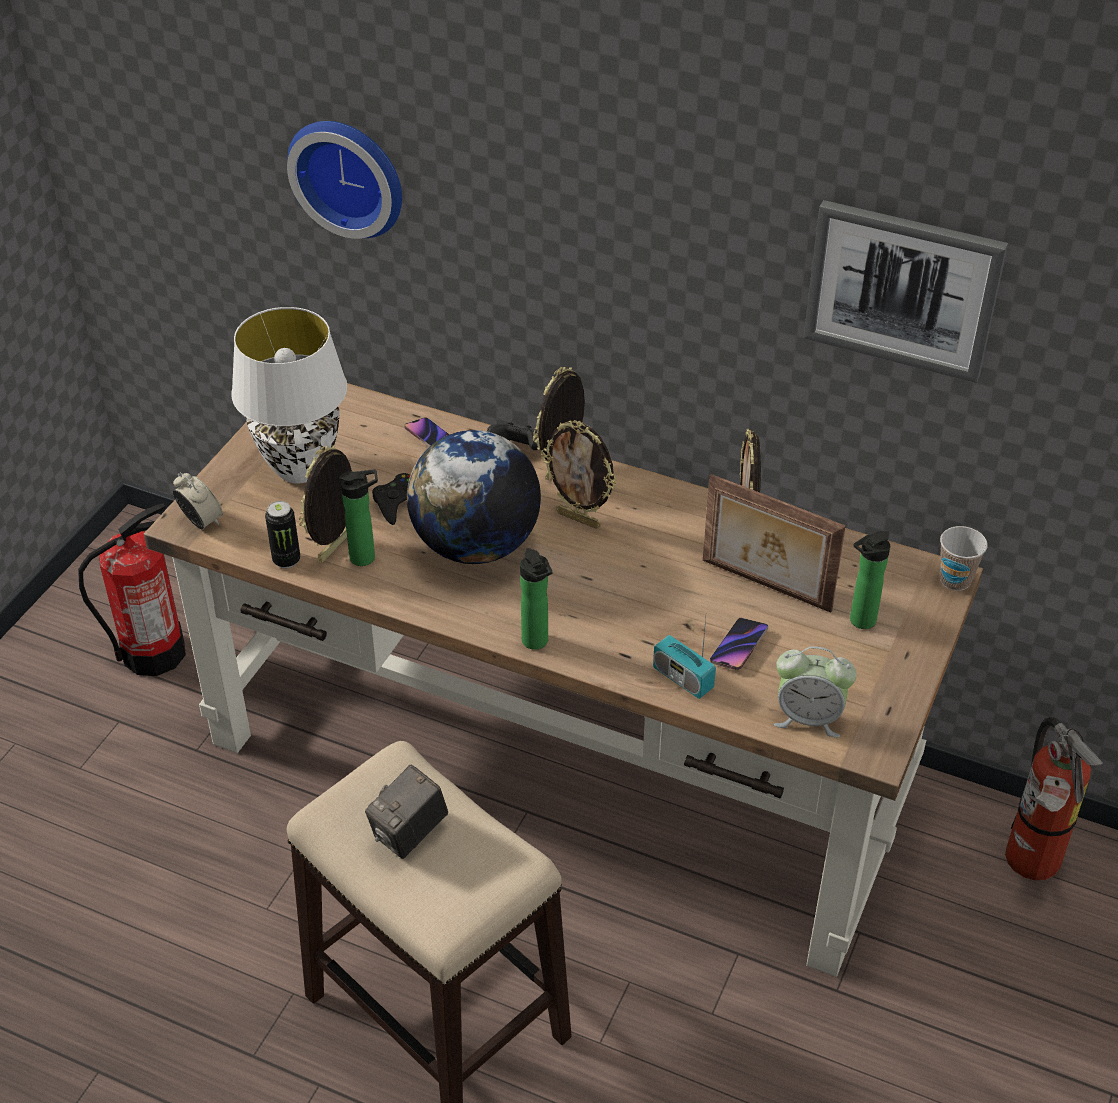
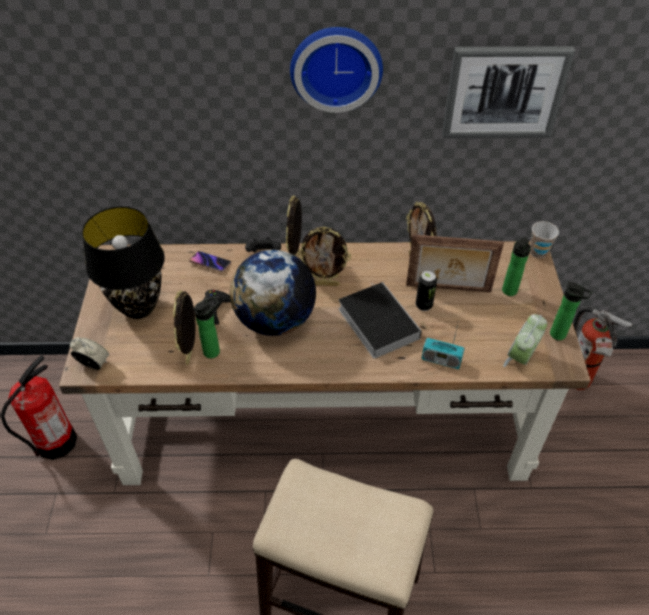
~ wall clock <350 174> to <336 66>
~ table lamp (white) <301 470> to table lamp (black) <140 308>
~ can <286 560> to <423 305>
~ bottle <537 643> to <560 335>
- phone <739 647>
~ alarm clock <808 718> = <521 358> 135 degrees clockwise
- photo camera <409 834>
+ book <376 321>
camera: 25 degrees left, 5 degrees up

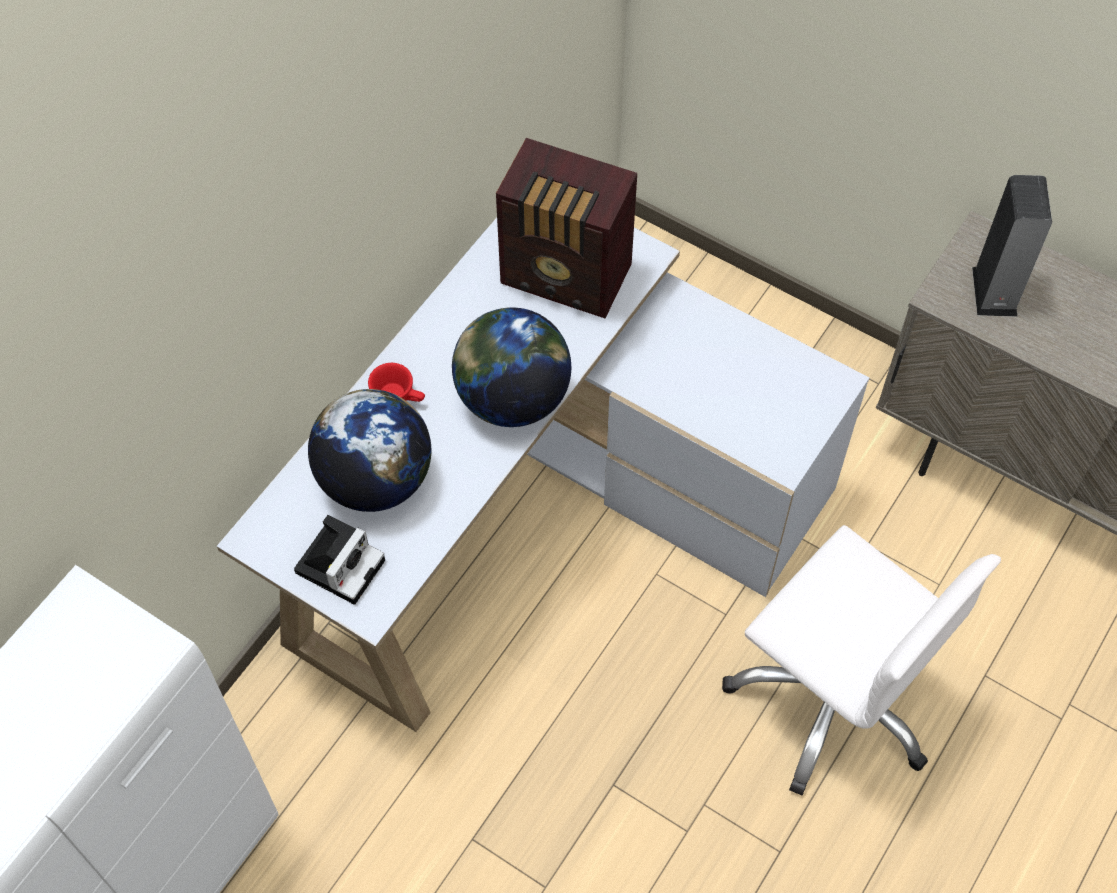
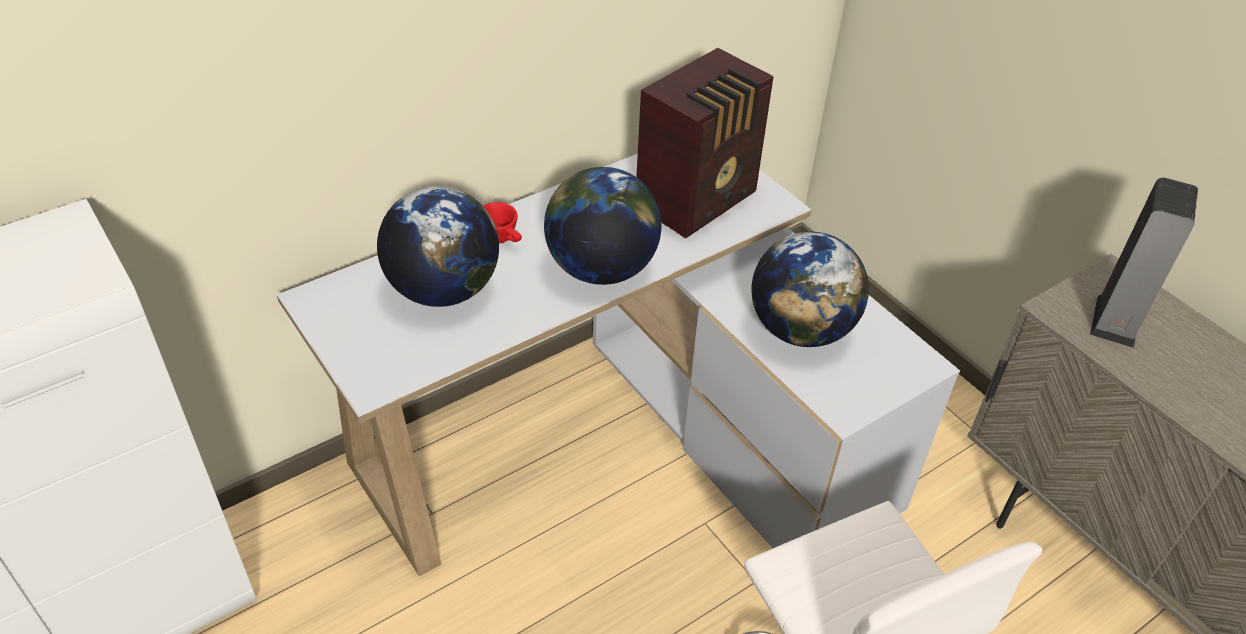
~ radio <567 277> = <699 199> 90 degrees counterclockwise
- photo camera <341 563>
+ globe <801 329>
camera: 20 degrees right, 15 degrees down

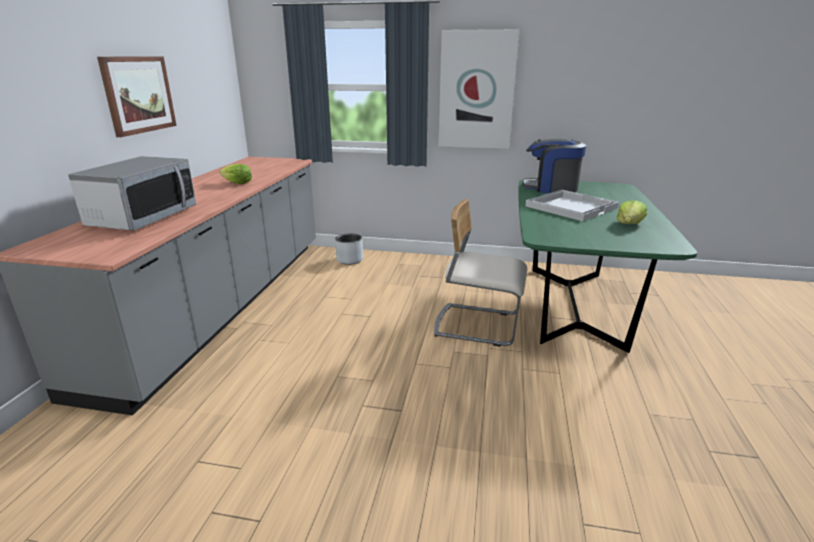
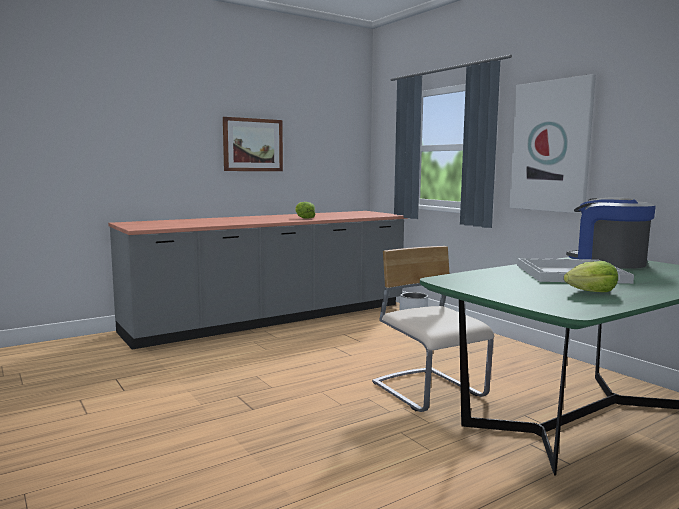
- microwave <143 217>
camera: 45 degrees right, 15 degrees down

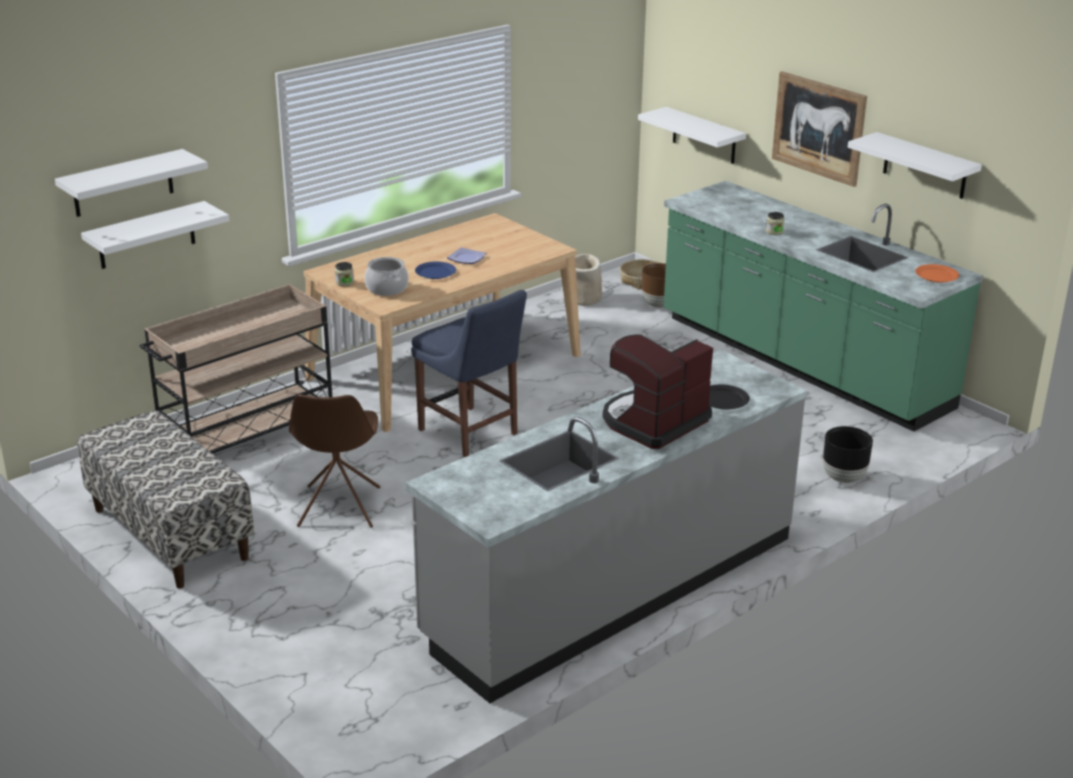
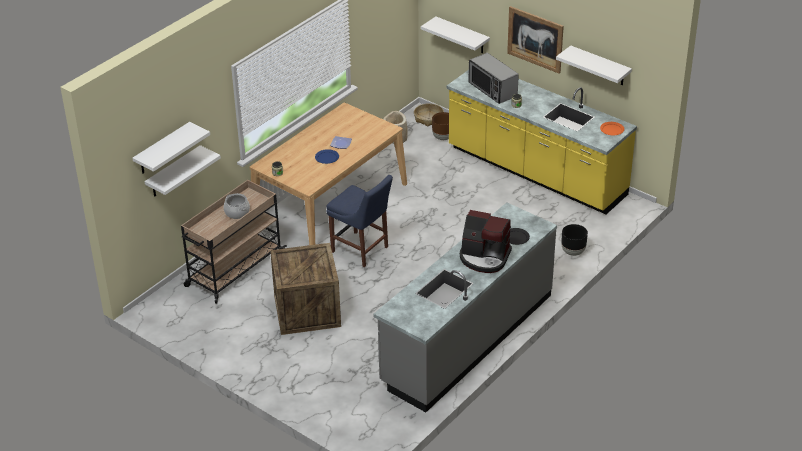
~ counter (green) <801 363> to counter (yellow) <535 172>
~ cooking pot <386 288> to <237 212>
~ coffee machine <653 422> = <484 257> 105 degrees counterclockwise
~ chair (brown) <339 508> to crate <307 311>
- bench <169 534>
+ microwave <492 89>
camera: 10 degrees left, 10 degrees up

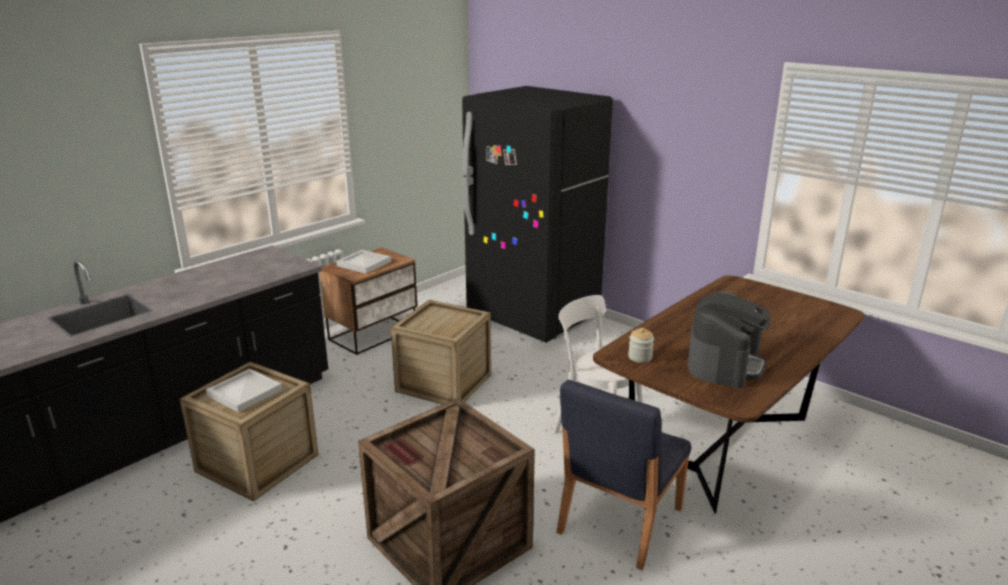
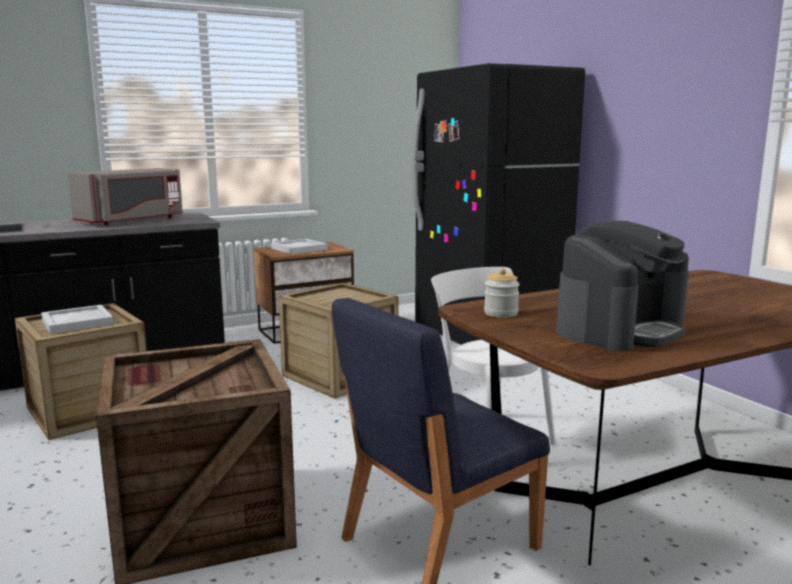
+ microwave (grey) <132 220>
camera: 20 degrees right, 10 degrees down

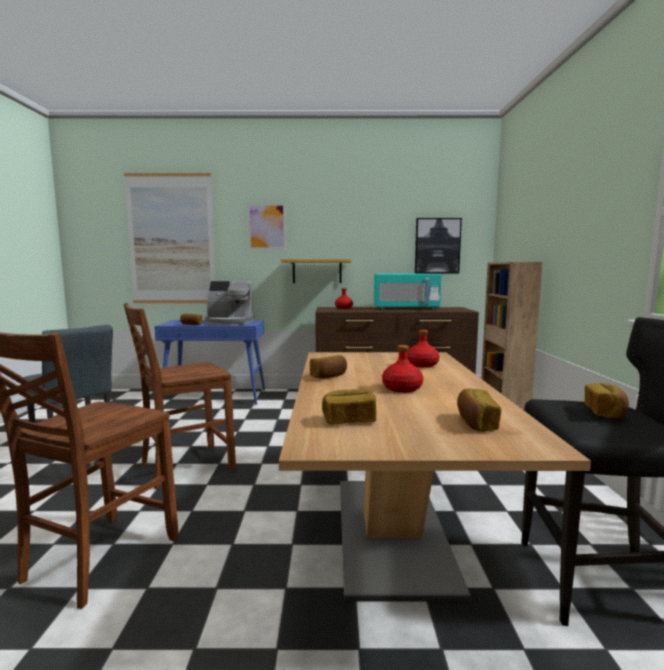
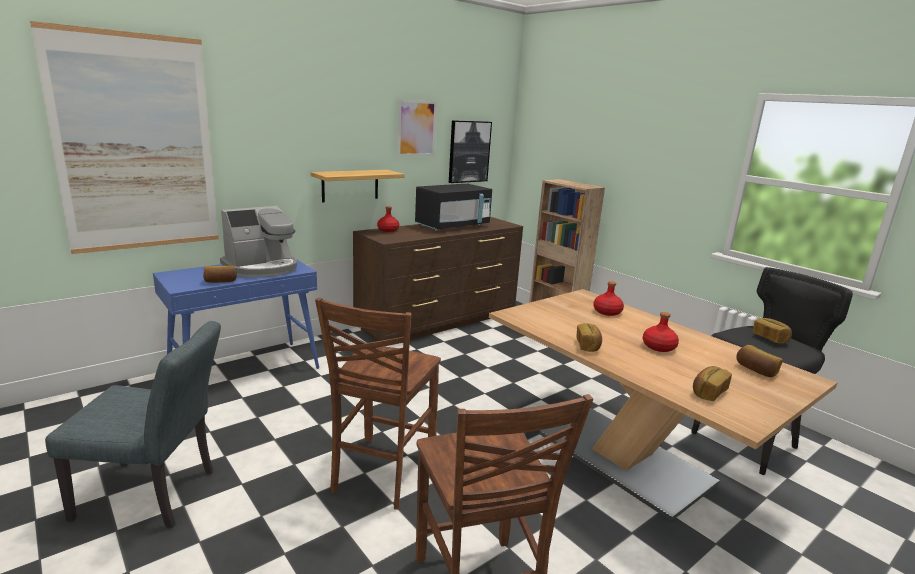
~ picture <266 226> to <416 128>
~ microwave (turquoise) <406 309> to microwave (black) <453 226>
camera: 40 degrees left, 10 degrees up

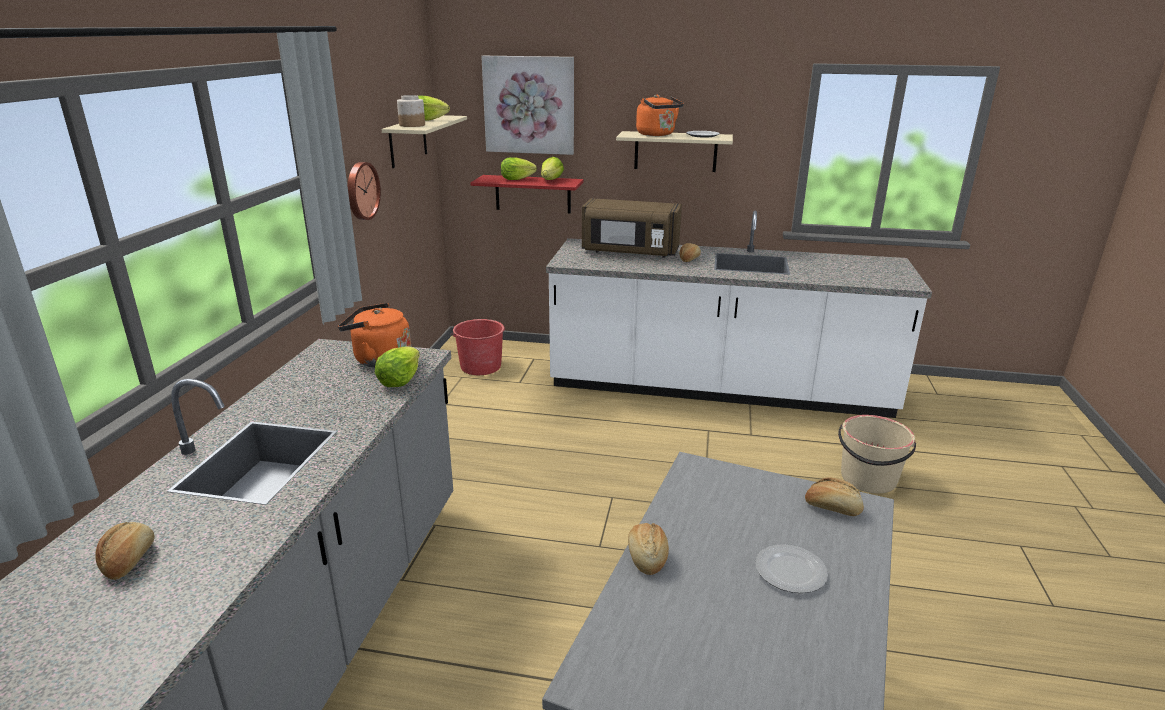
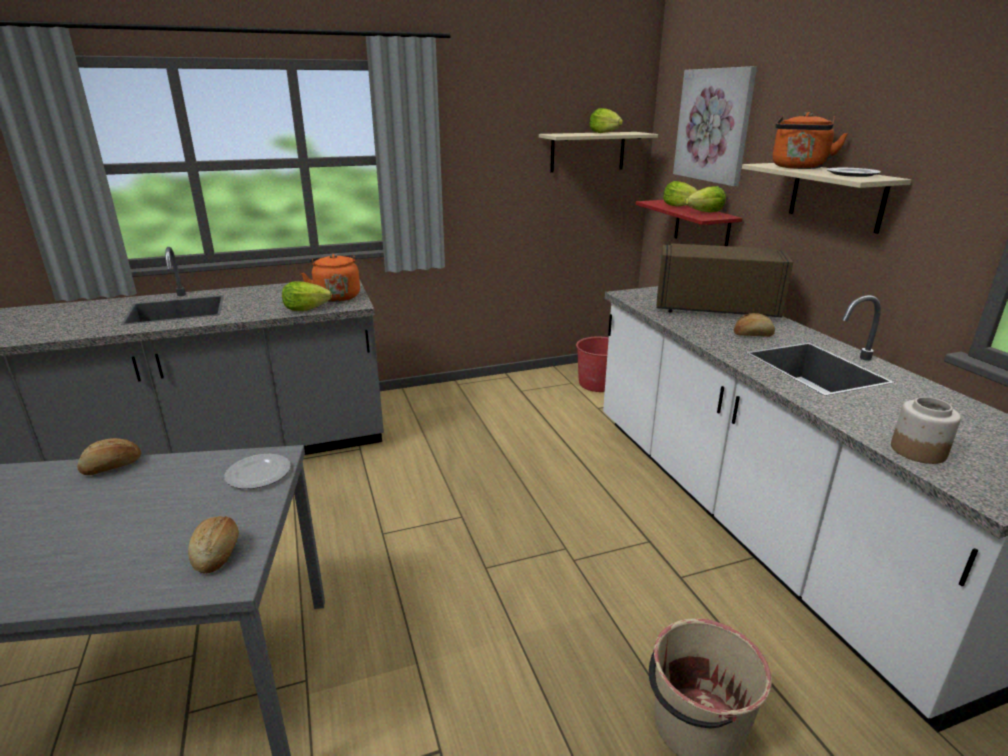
~ jar <412 125> to <917 451>
- wall clock <361 191>
~ microwave (brown) <629 252> = <715 308> 120 degrees clockwise
- bread <128 560>
~ plate <789 571> to <258 474>
camera: 60 degrees right, 0 degrees up

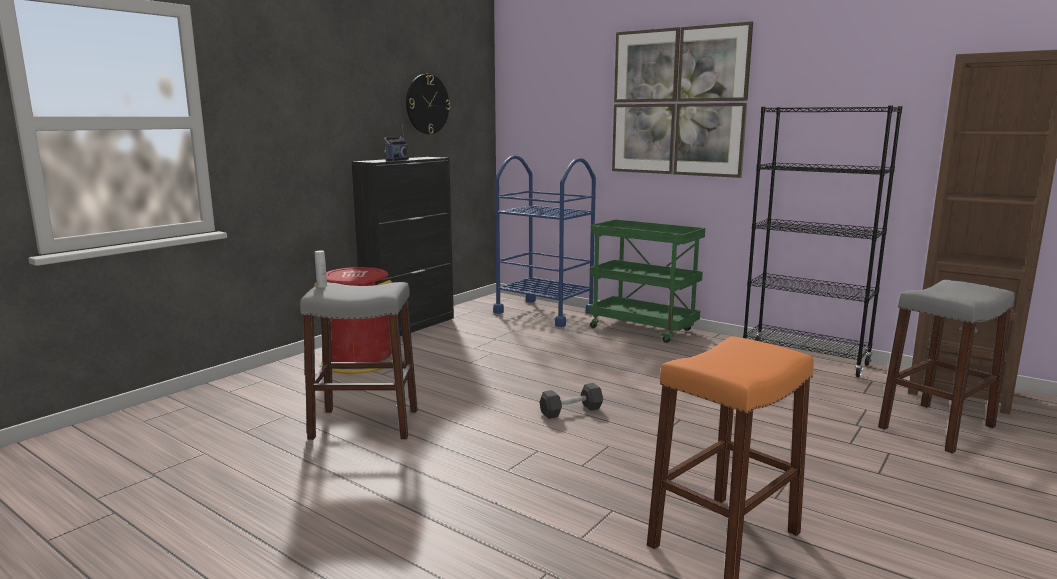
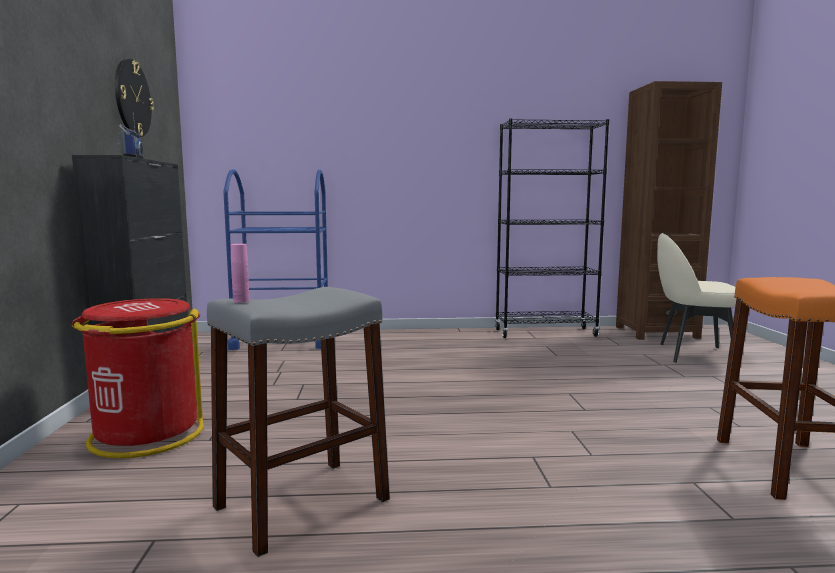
- picture <677 102>
- cart (green) <644 329>
~ bottle (white) <322 286> to bottle (pink) <241 301>
~ stool (grey) <936 427> to chair (beige) <693 354>
- dumbbell (grey) <571 411>
camera: 40 degrees left, 5 degrees down

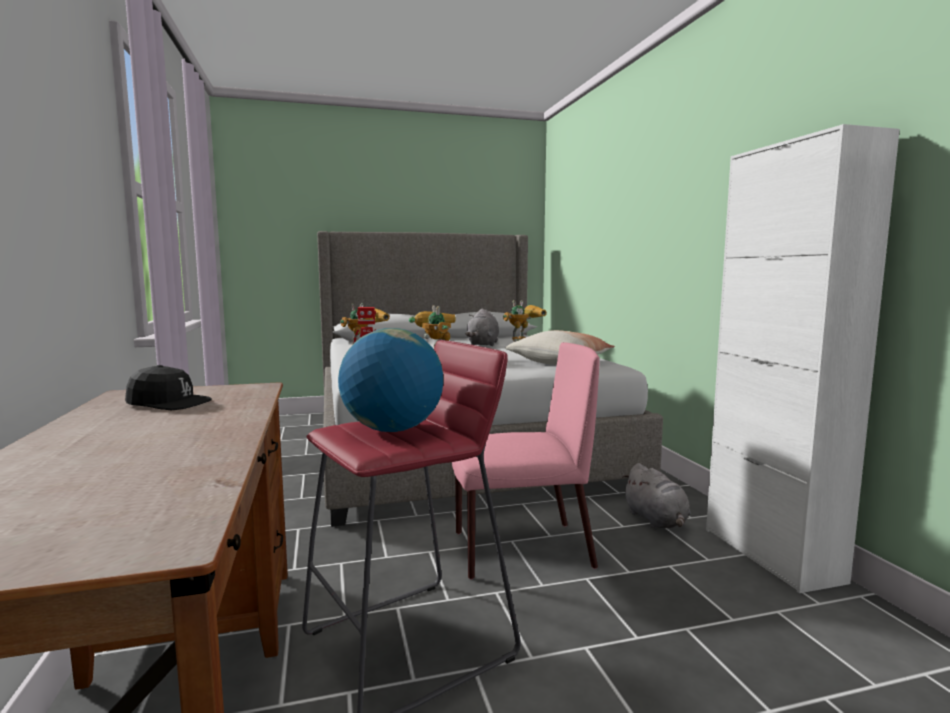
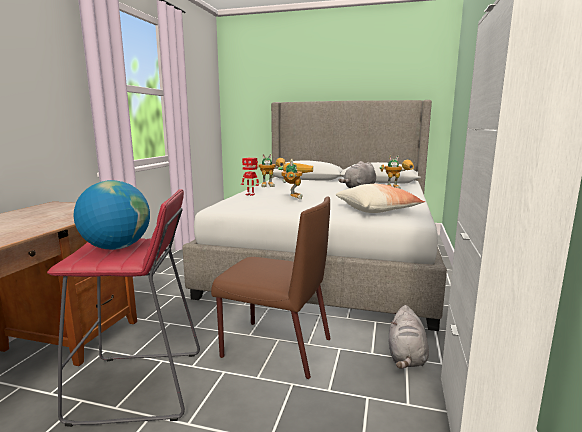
~ chair (pink) <519 550> to chair (brown) <275 347>
- cap (black) <169 403>
camera: 30 degrees right, 5 degrees up

